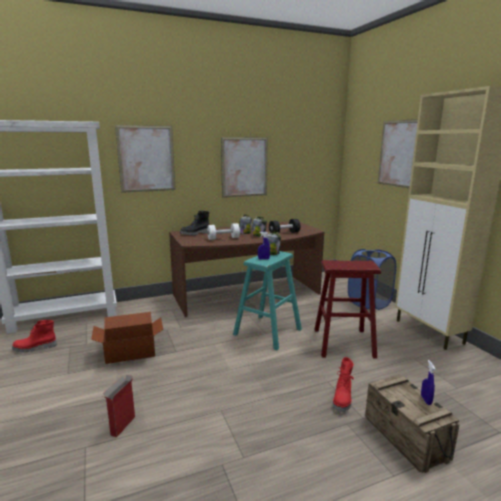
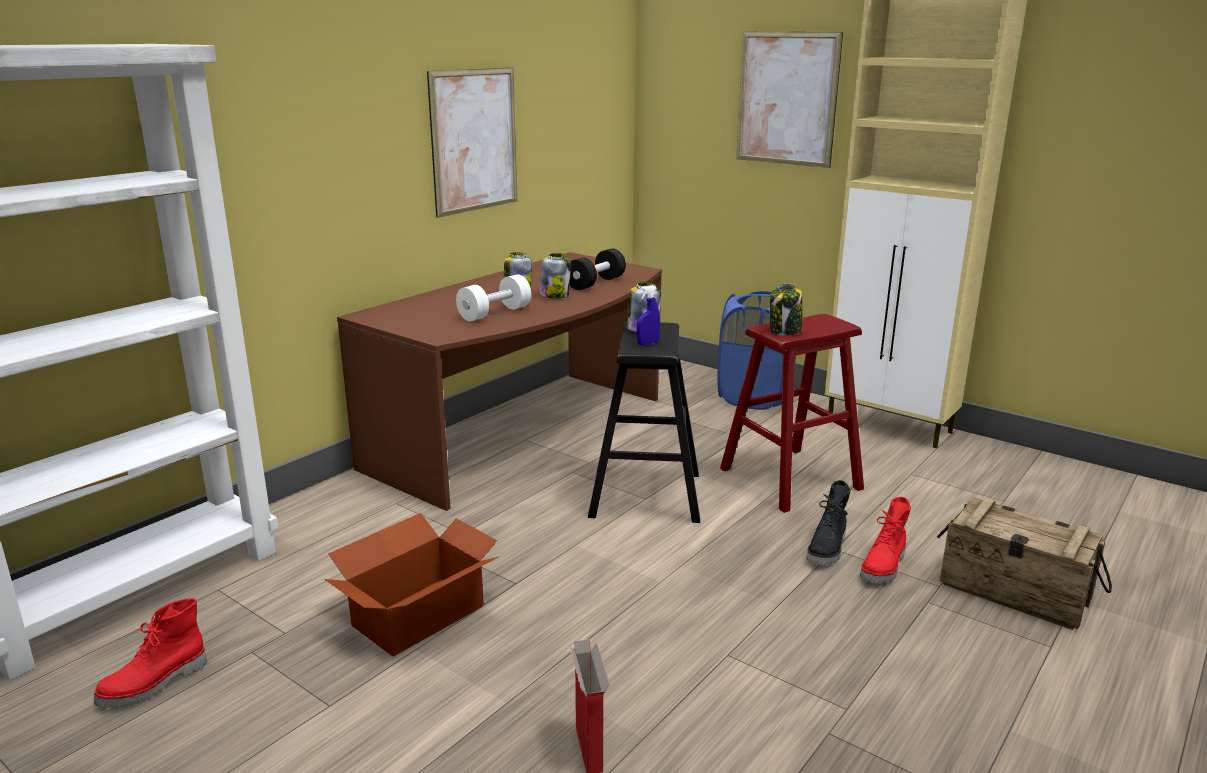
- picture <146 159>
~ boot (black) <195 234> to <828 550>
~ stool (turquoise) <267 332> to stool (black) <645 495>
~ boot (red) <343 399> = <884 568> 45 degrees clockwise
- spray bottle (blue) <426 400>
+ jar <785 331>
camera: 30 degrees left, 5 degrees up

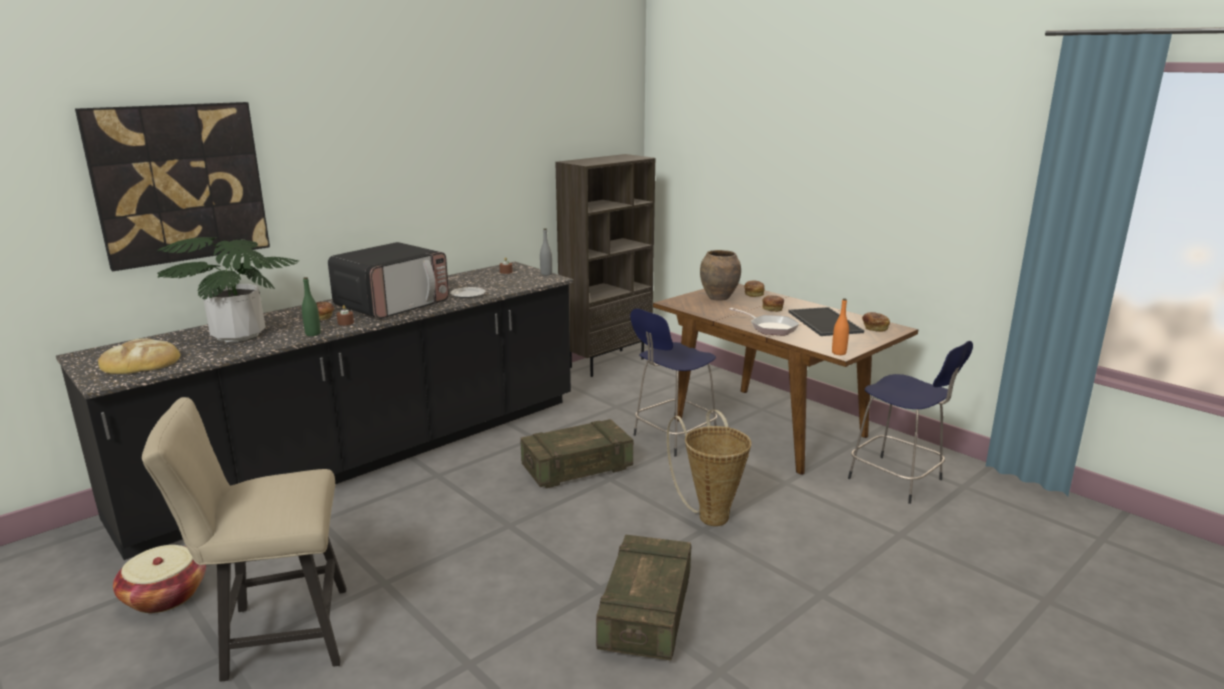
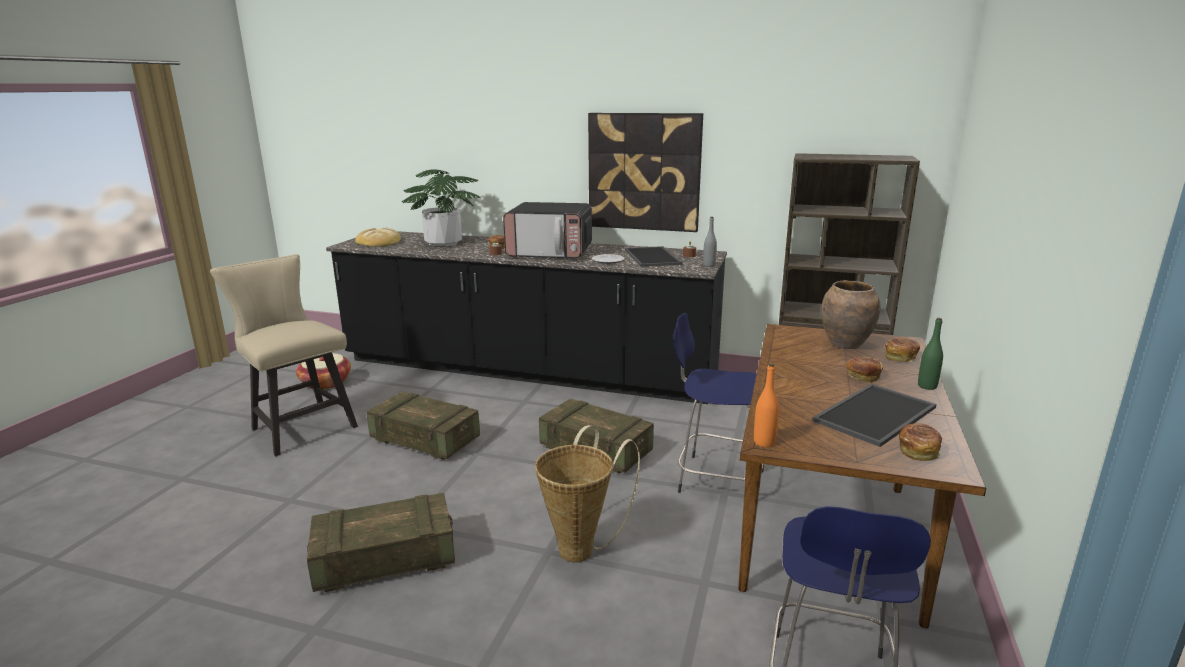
~ picture <179 183> to <644 172>
~ bottle (green) <313 334> to <927 386>
- frying pan <770 328>
+ tray <653 257>
+ crate <425 440>
camera: 60 degrees right, 0 degrees up

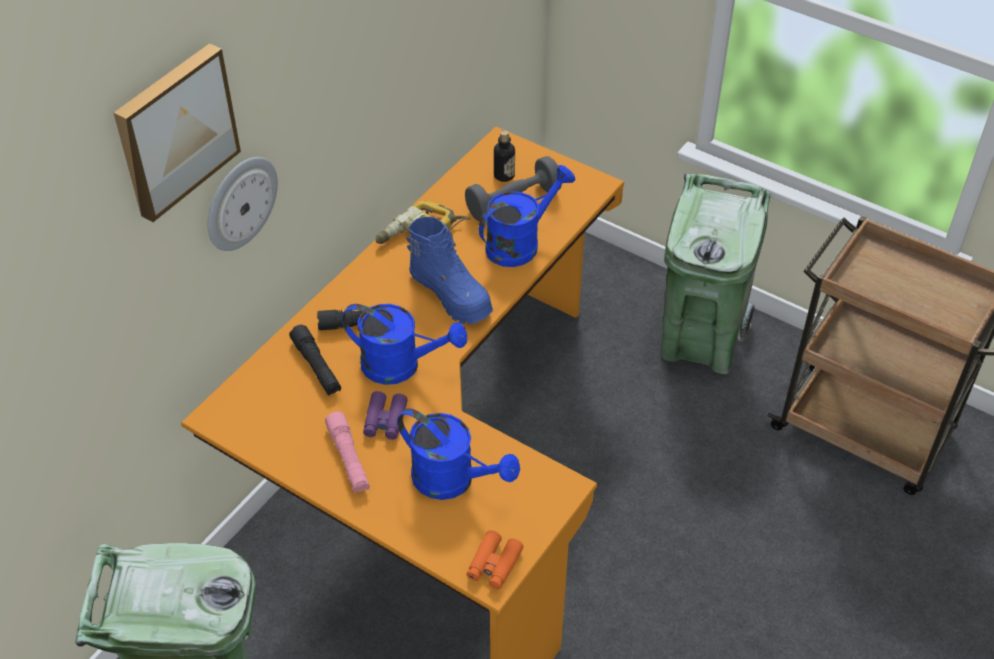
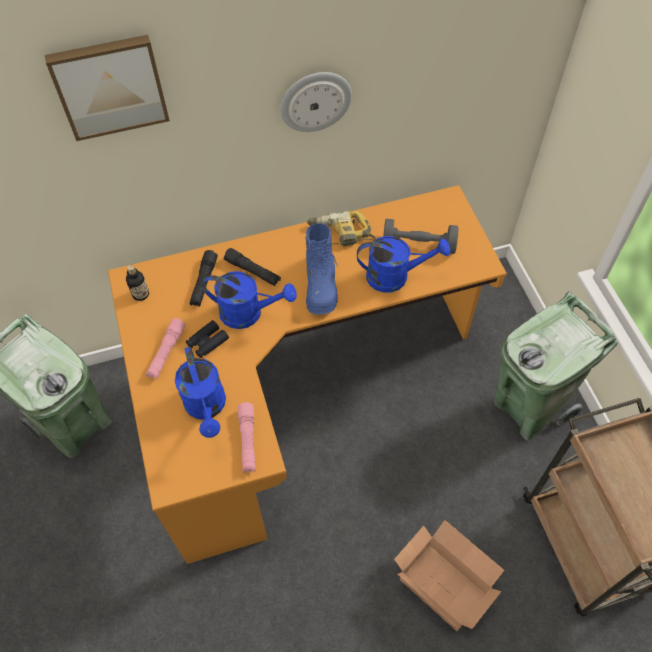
~ bottle <504 175> to <140 294>
~ wall clock <240 202> to <315 101>
~ watering can (blue) <401 366> = <248 313> 45 degrees counterclockwise
~ binoculars (purple) <385 420> to binoculars (black) <207 342>
- binoculars (orange) <494 564>
+ flashlight (pink) <248 441>
+ cardboard box <443 583>
camera: 40 degrees right, 10 degrees up

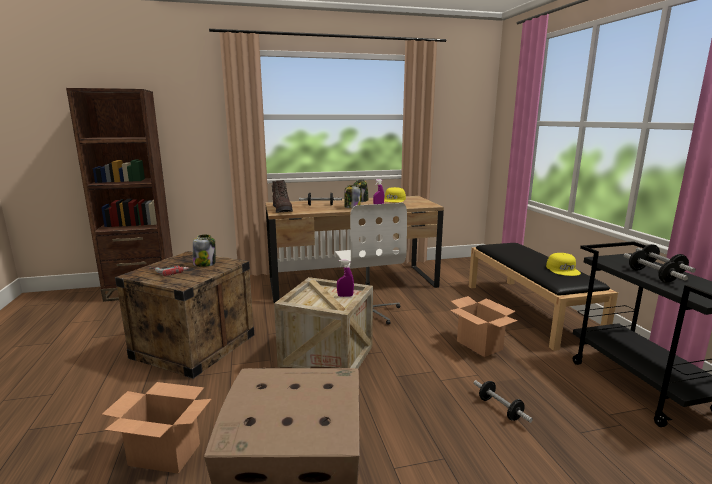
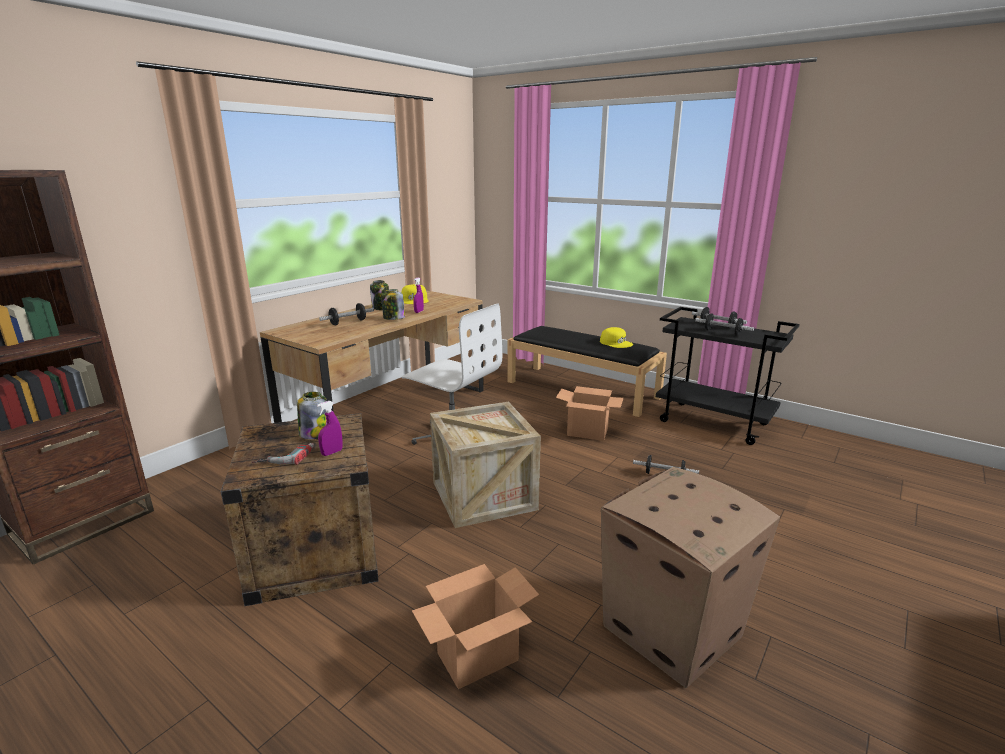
- boot (brown) <282 210>
~ spray bottle (purple) <345 296> to <332 452>
camera: 40 degrees left, 5 degrees up

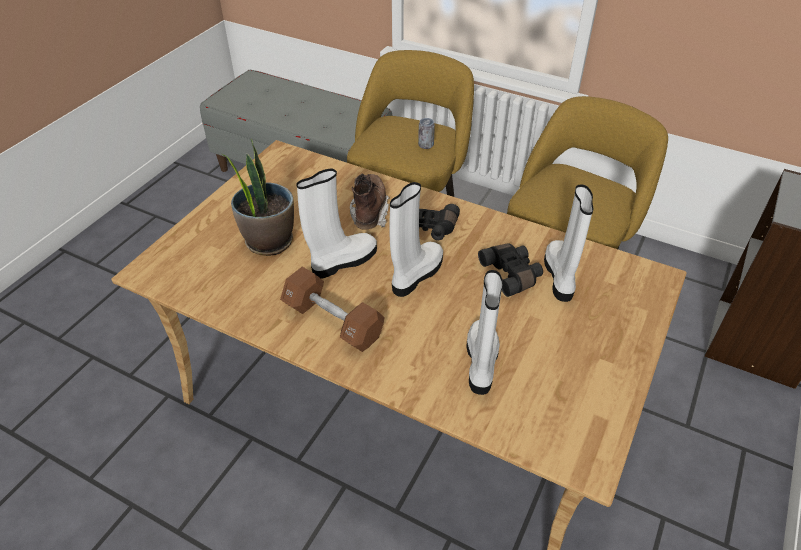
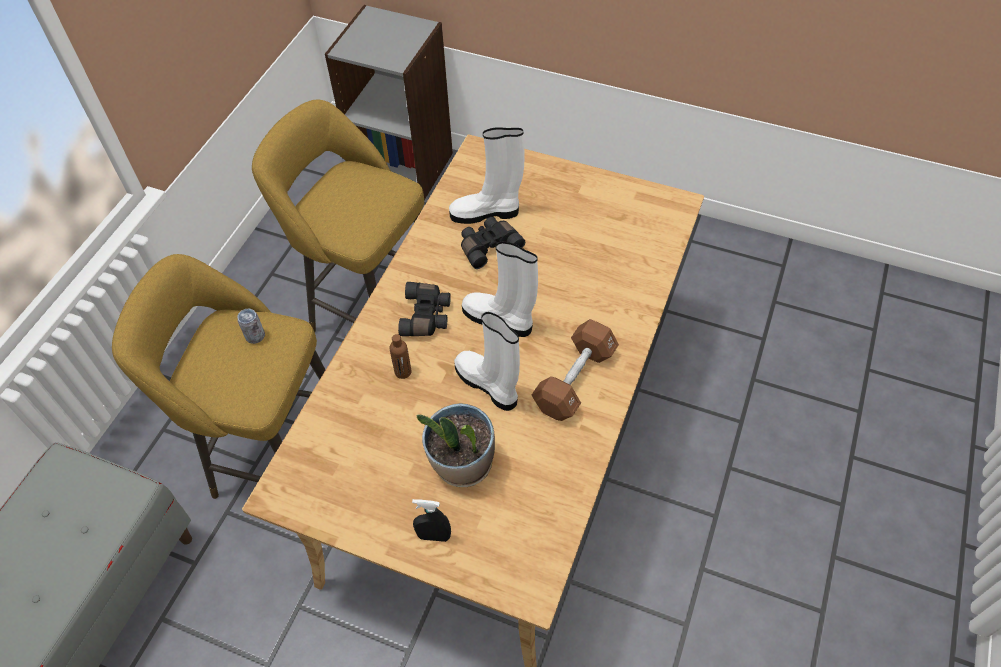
~ boot (brown) <369 212> to bottle (brown) <403 372>
- boot (white) <481 362>
+ spray bottle (black) <434 536>
camera: 95 degrees left, 10 degrees up

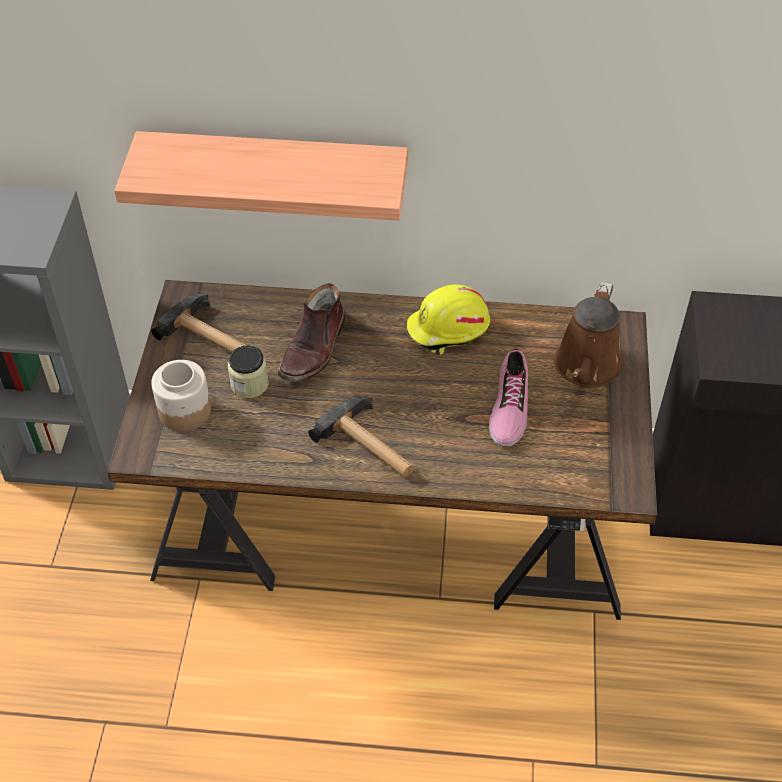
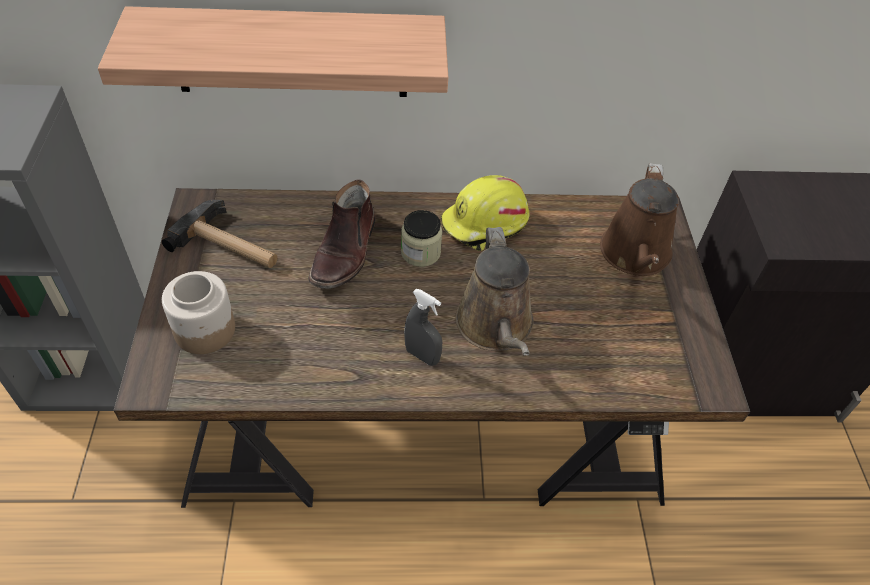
~ jar <249 384> to <420 252>
- shoe <508 406>
~ hammer <370 446> to spray bottle (grey) <422 355>
+ watering can (brown) <496 327>
camera: 10 degrees left, 0 degrees up

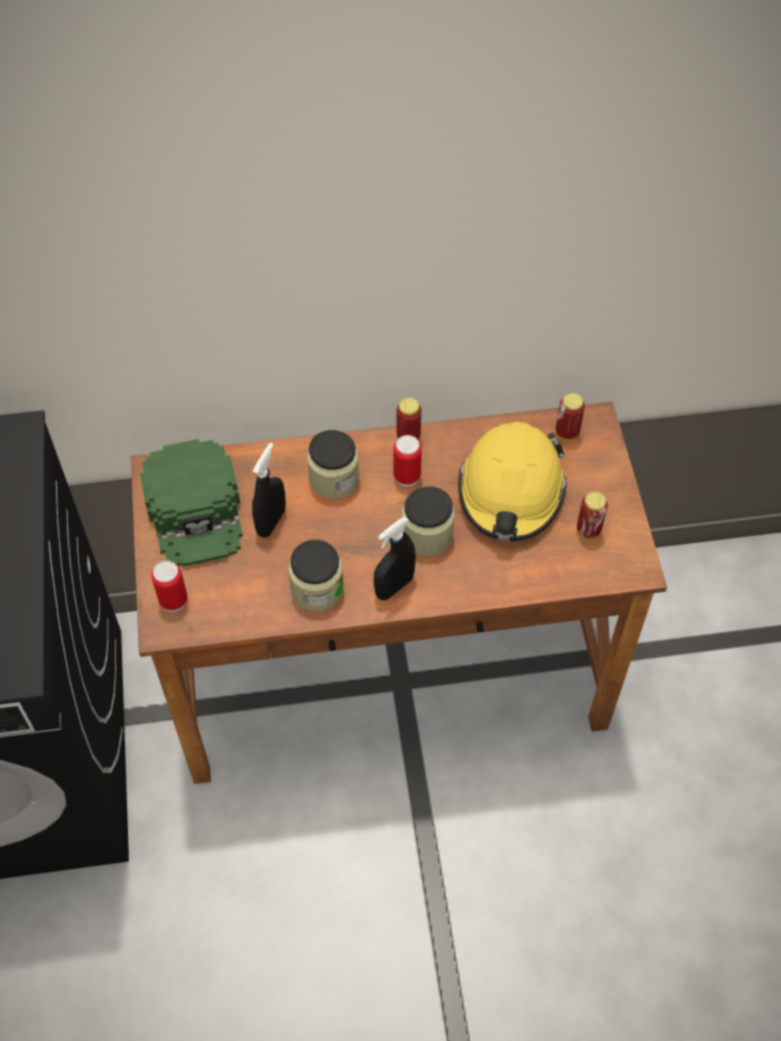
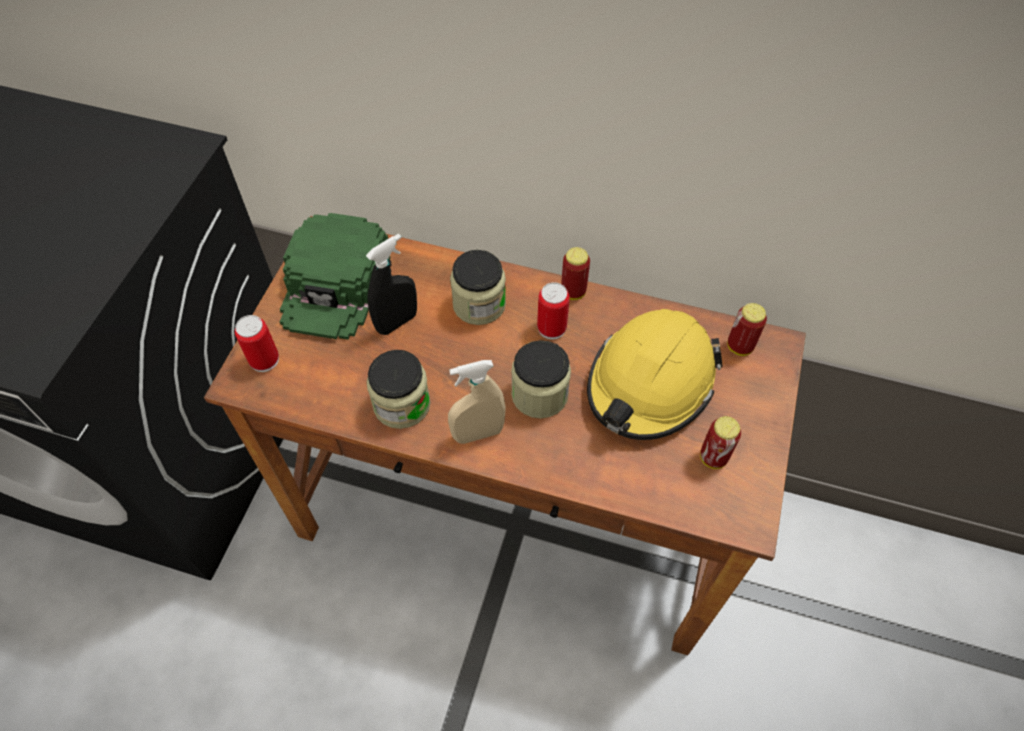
~ spray bottle (black) <394 587> to spray bottle (beige) <478 433>
camera: 25 degrees right, 0 degrees up

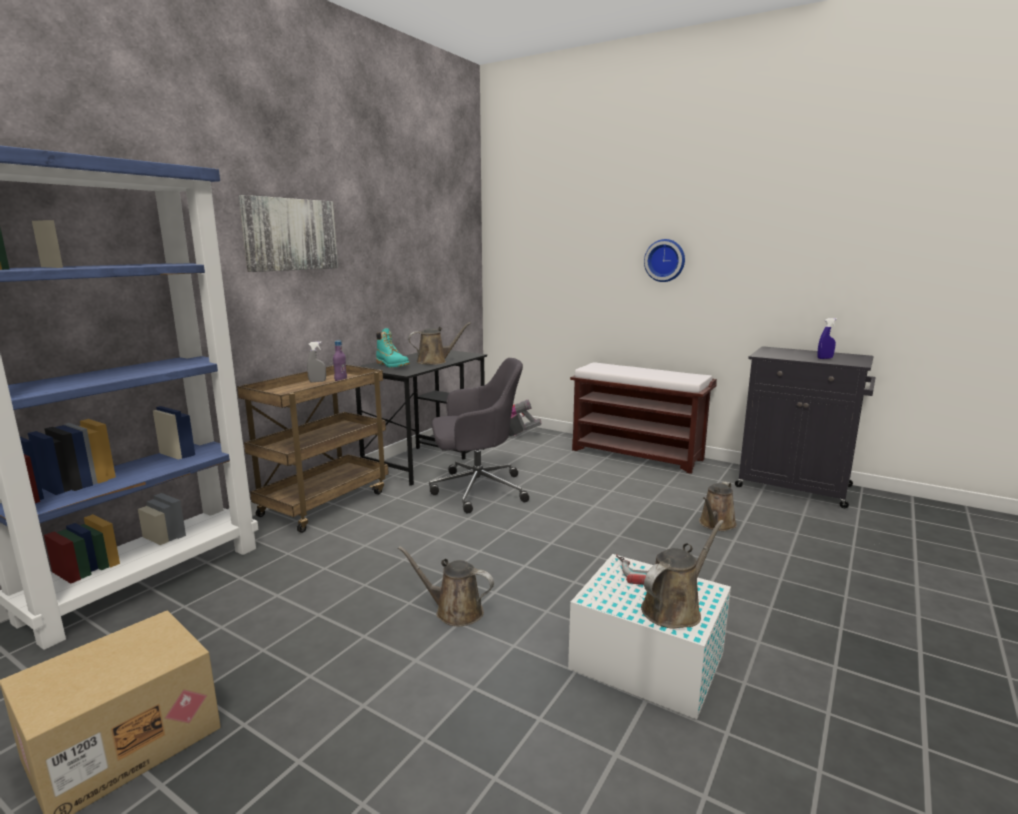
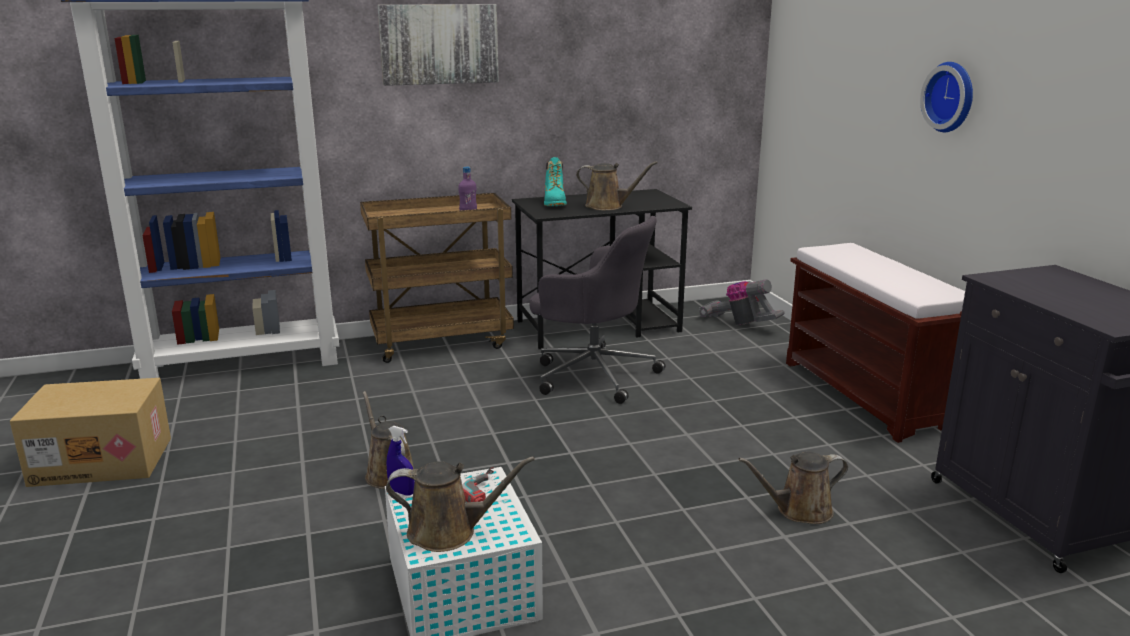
~ spray bottle (blue) <825 358> to <401 492>
- spray bottle (grey) <317 381>
camera: 40 degrees right, 5 degrees up

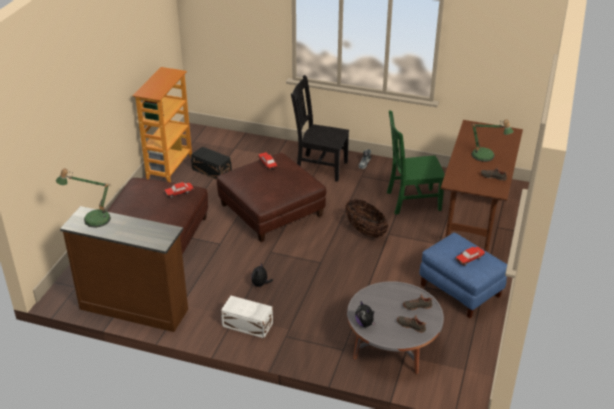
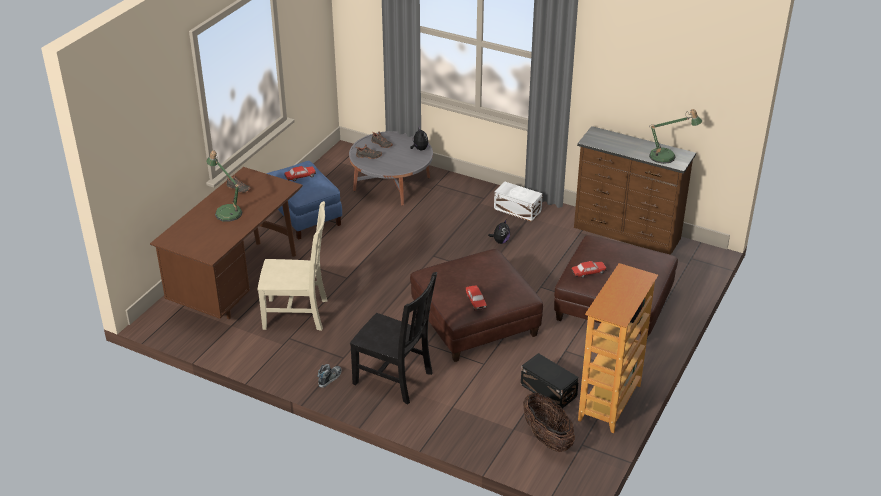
~ chair (green) <411 201> to chair (beige) <298 314>
~ basket <365 231> to <547 438>
camera: 170 degrees left, 0 degrees up

